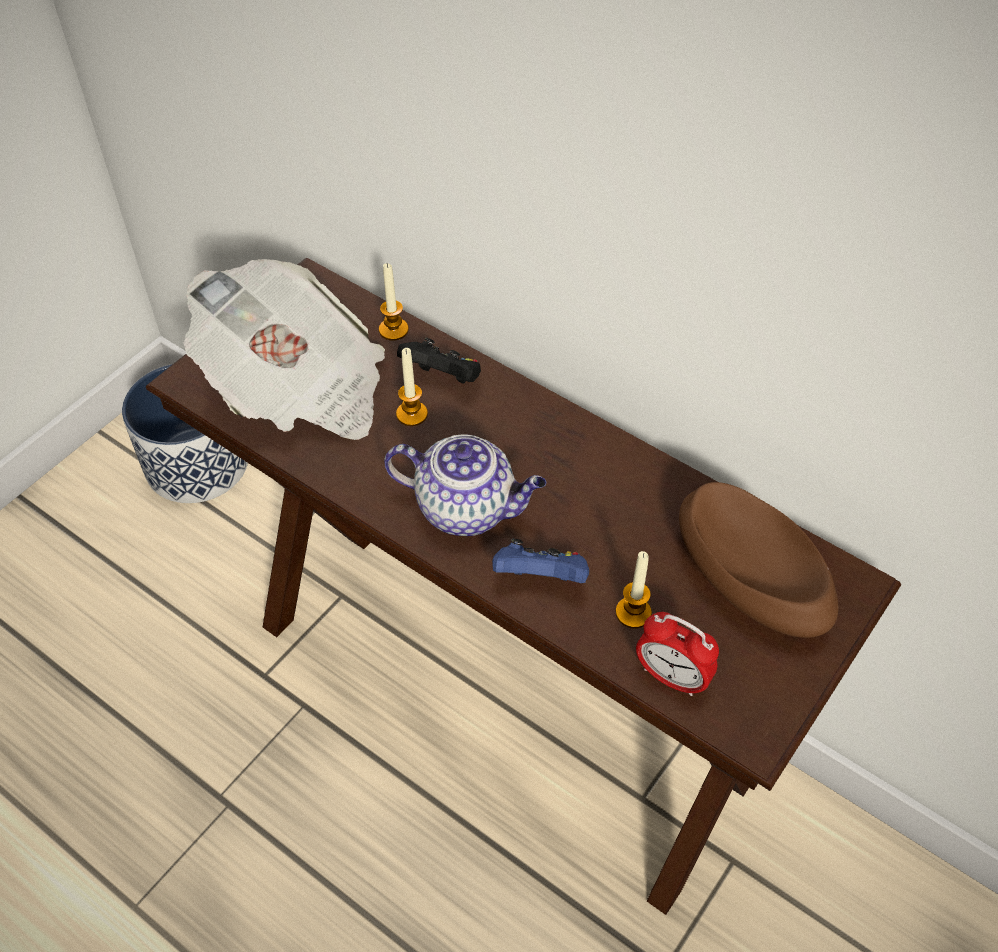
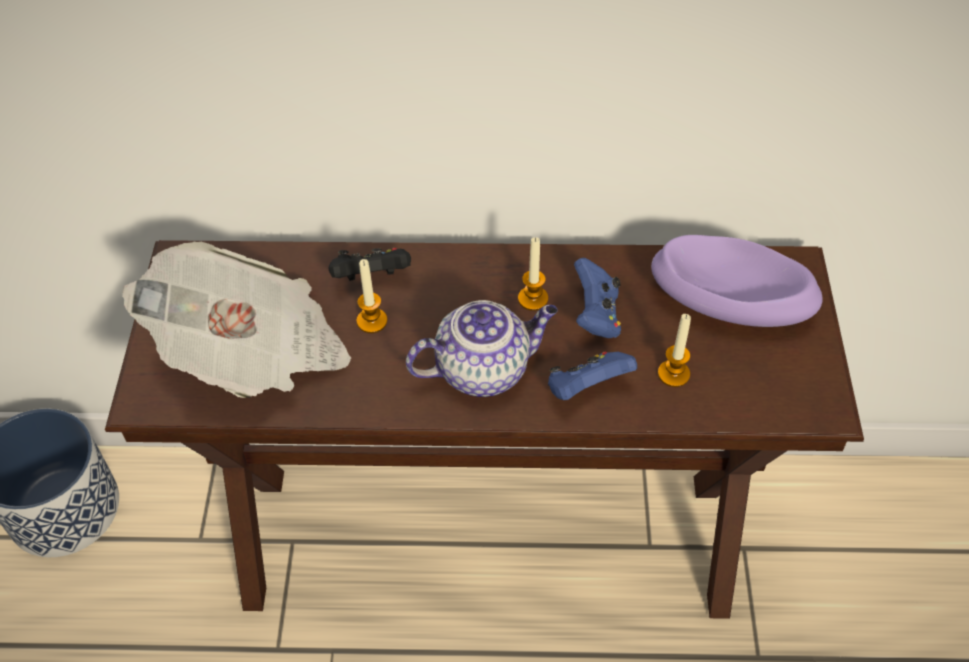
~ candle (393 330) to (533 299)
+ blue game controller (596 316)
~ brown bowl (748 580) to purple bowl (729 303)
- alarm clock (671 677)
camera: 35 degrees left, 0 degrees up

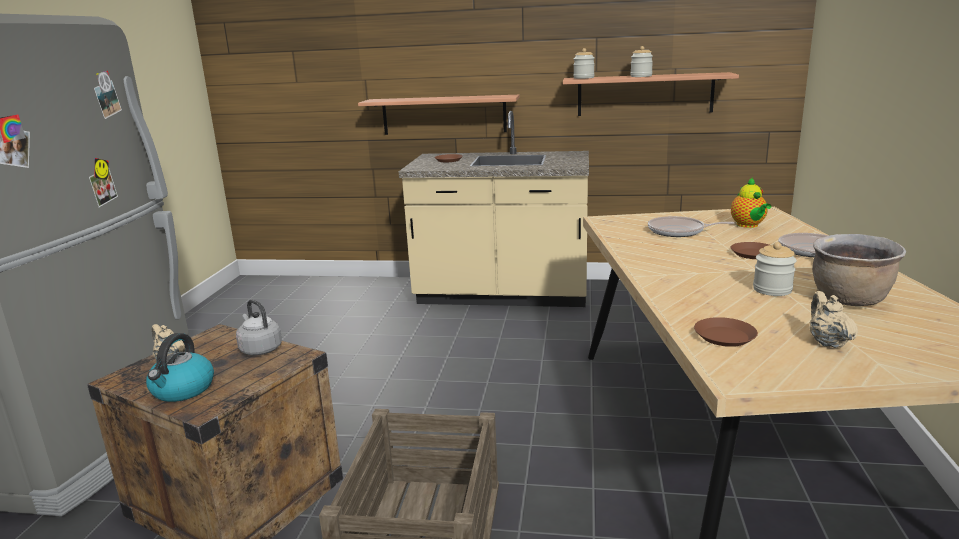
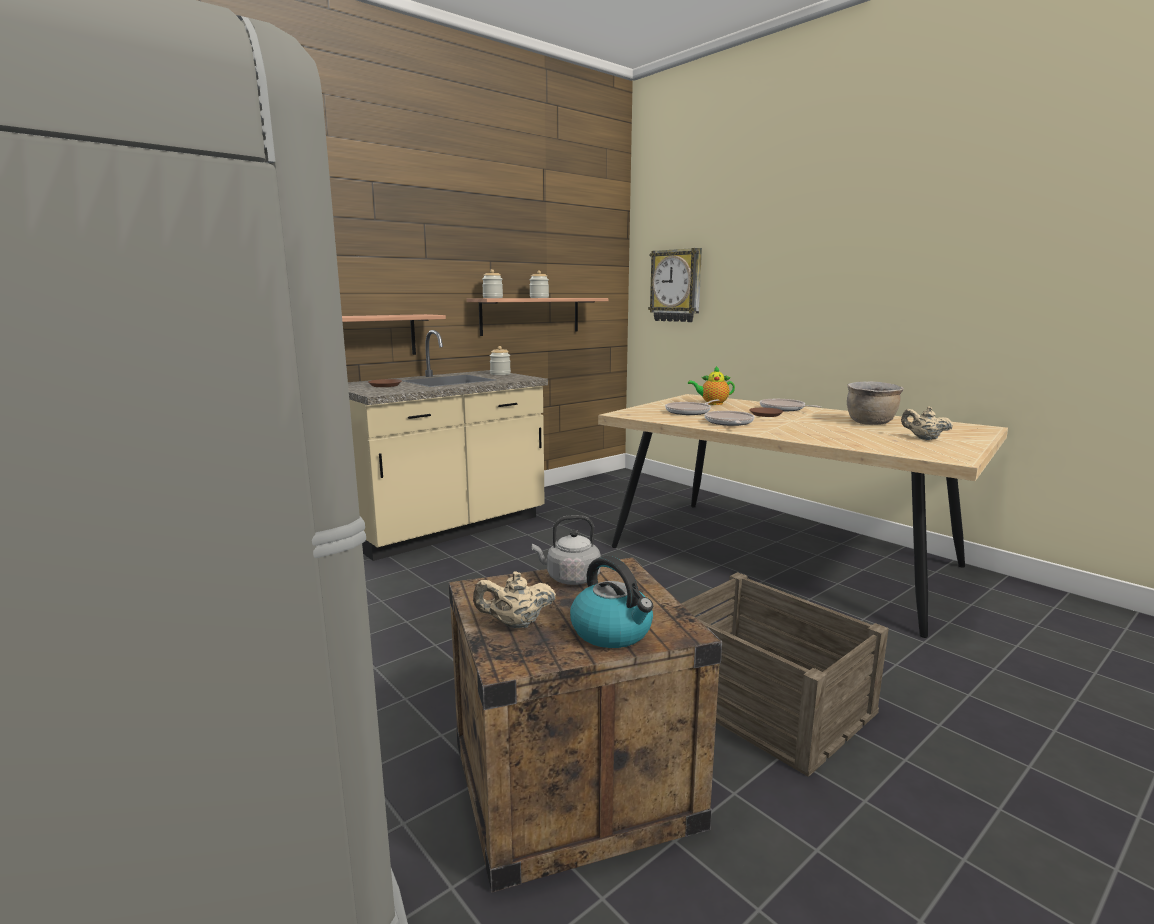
~ jar (772 290) to (500 374)
+ wall clock (676 286)
~ teapot (748 225) = (712 403) 150 degrees clockwise
+ frying pan (729 423)
- brown plate (724 336)
camera: 50 degrees left, 5 degrees down

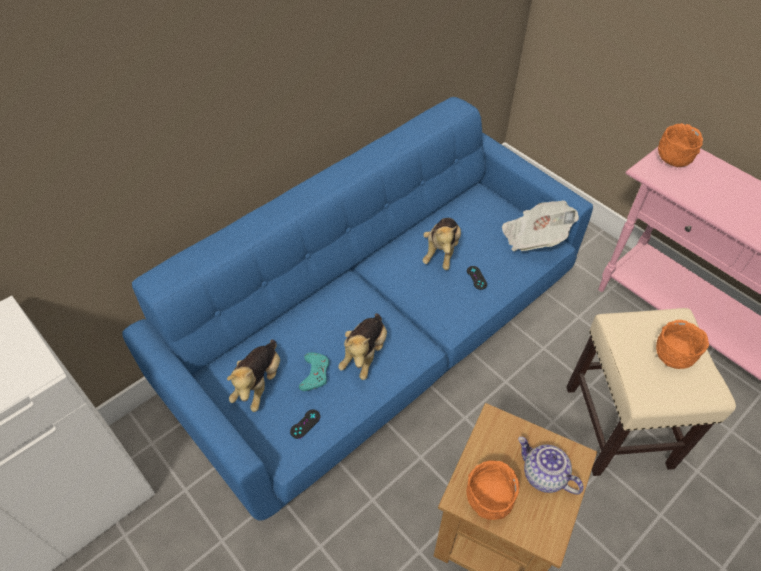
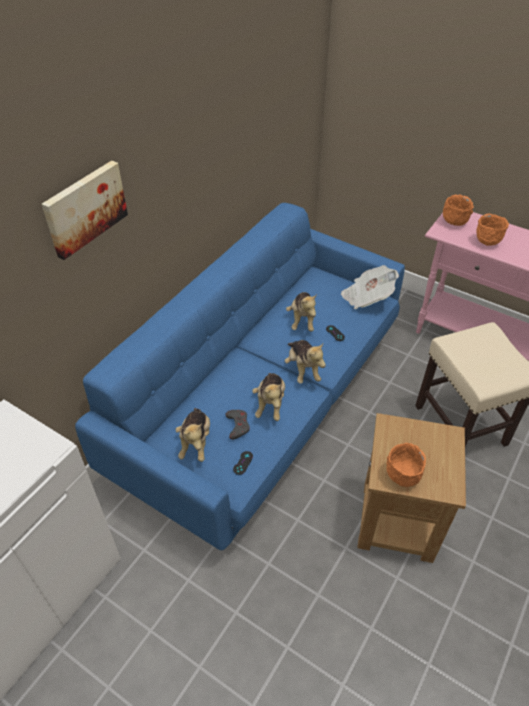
+ picture (84 208)
~ turquoise game controller (315 373) to grey game controller (237 425)
+ plush toy (302 369)
~ orange bowl (671 357) to (486 242)
- teapot (543 475)
camera: 15 degrees left, 5 degrees down

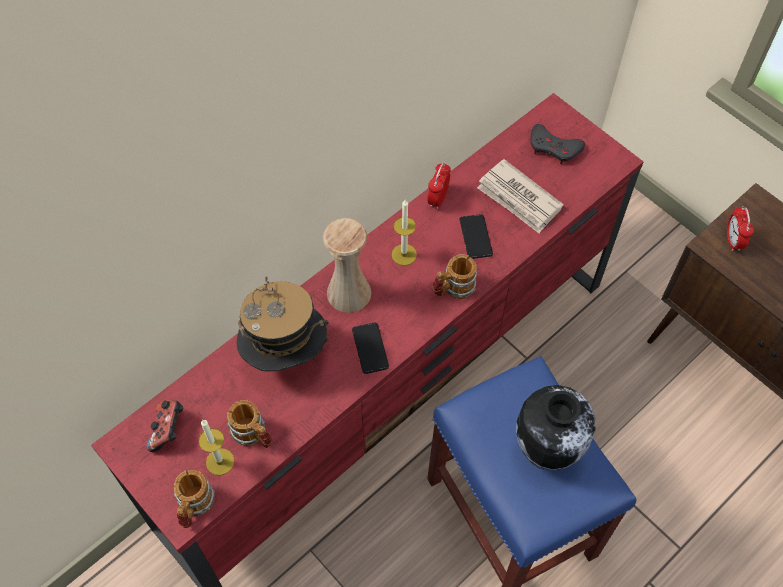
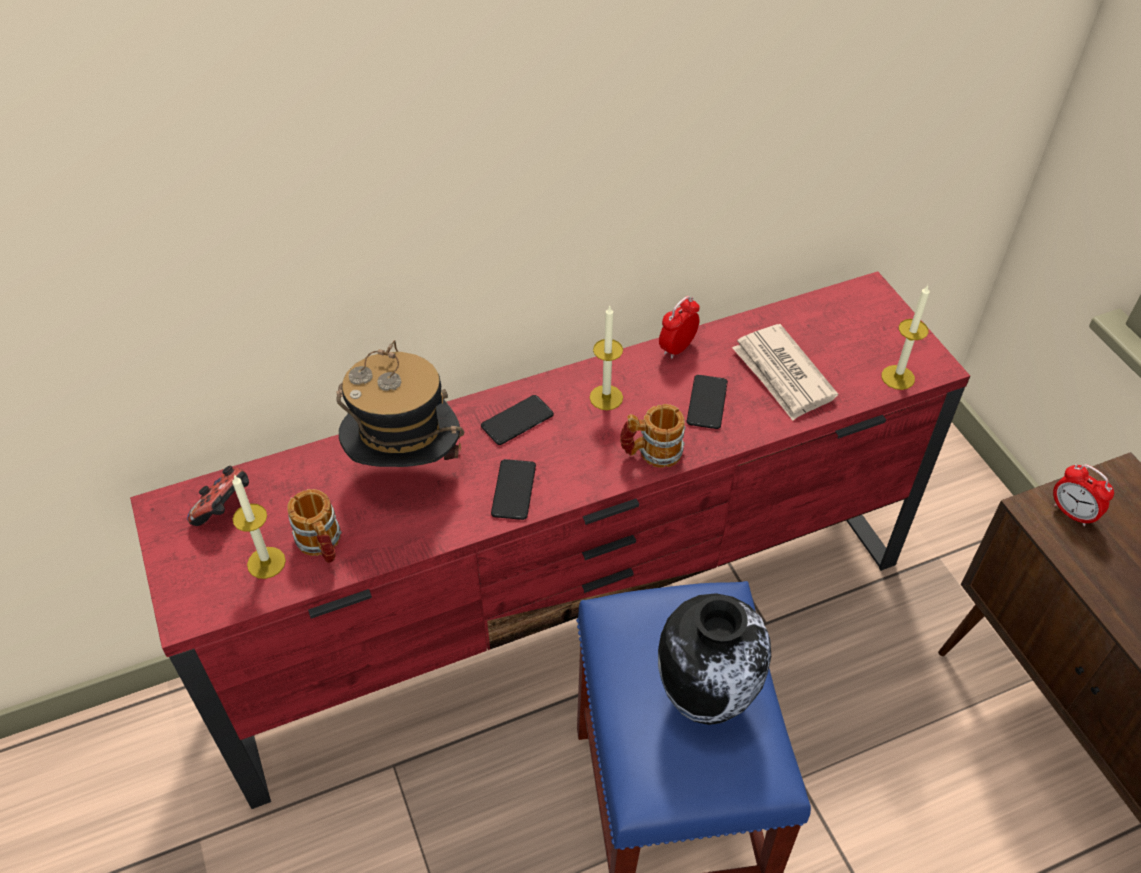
~ beige vase (349 293) to phone (517 421)
+ candle (898 377)
~ alarm clock (733 241) = (1072 513) 60 degrees counterclockwise
- mug (194 507)
- grey game controller (554 147)
camera: 20 degrees right, 10 degrees down

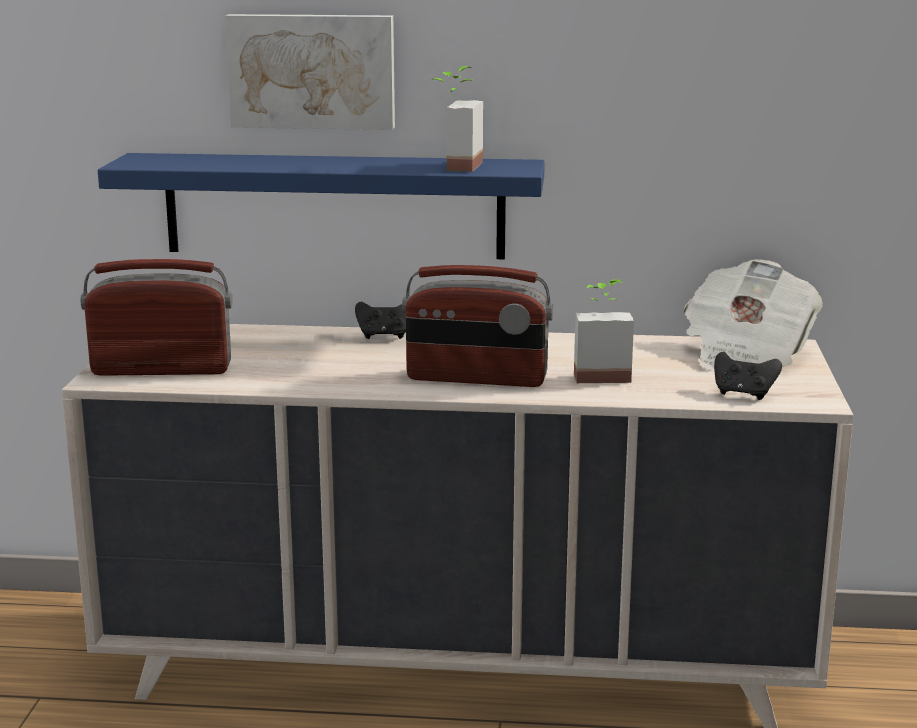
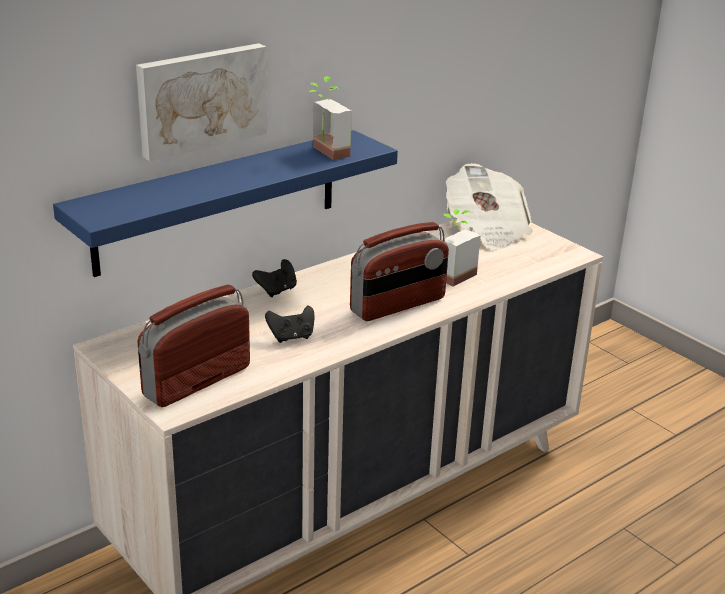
~ black game controller (743 394) to (291 337)
camera: 45 degrees left, 10 degrees up

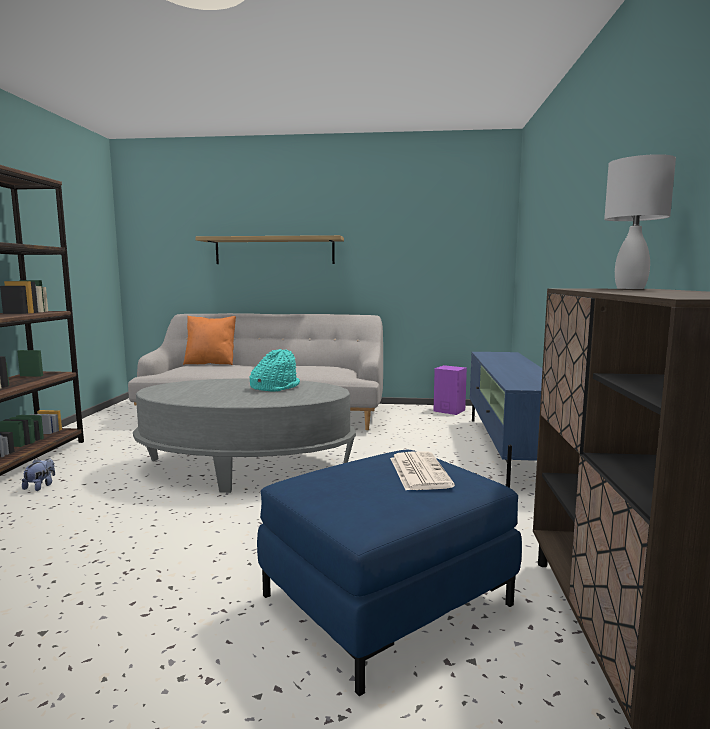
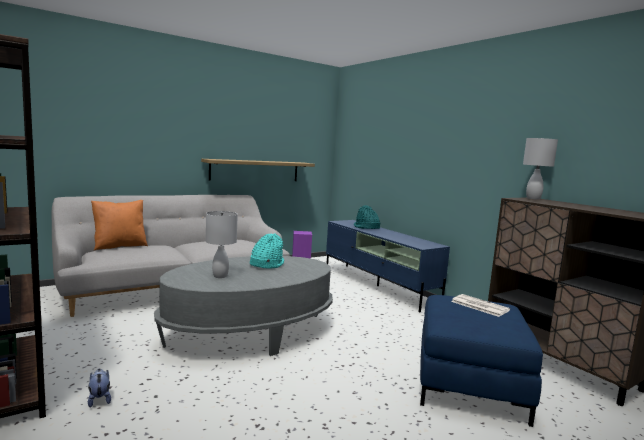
~ shelf (274 251) to (255 170)
+ white table lamp (221 276)
+ turquoise hat (366 227)
camera: 40 degrees left, 0 degrees up

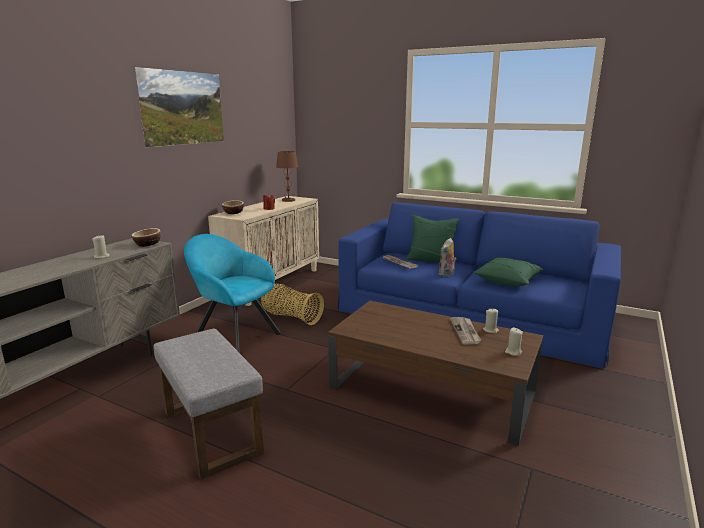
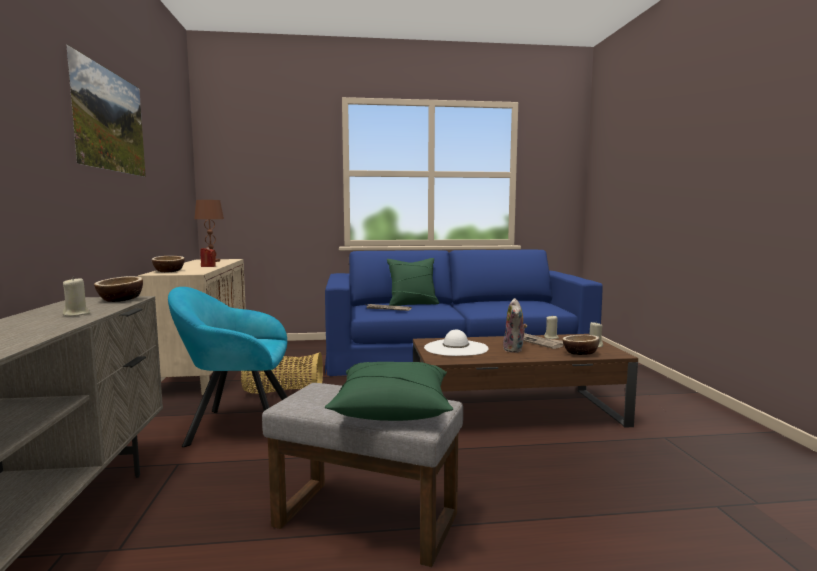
~ green pillow (508 280) to (392 408)
+ white hat (456 348)
~ plush toy (447 274) to (515 349)
+ bowl (580 353)
camera: 35 degrees left, 10 degrees down

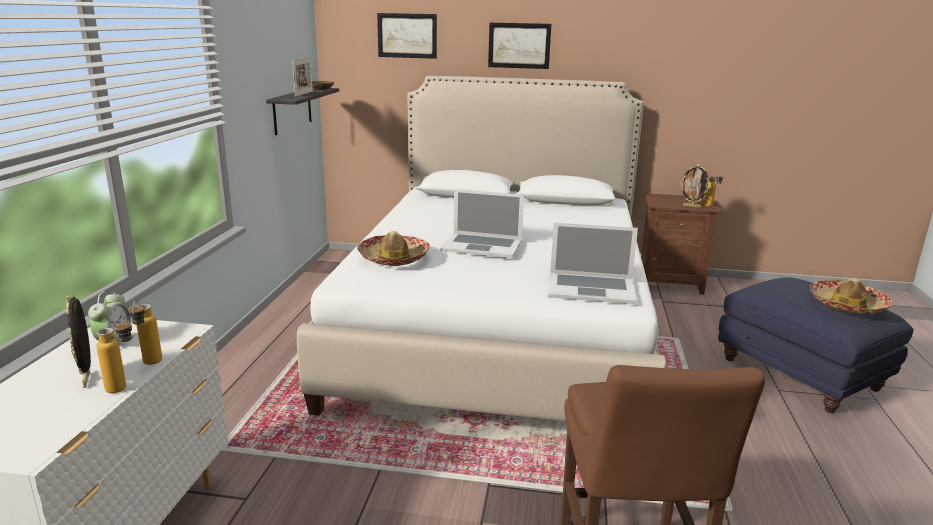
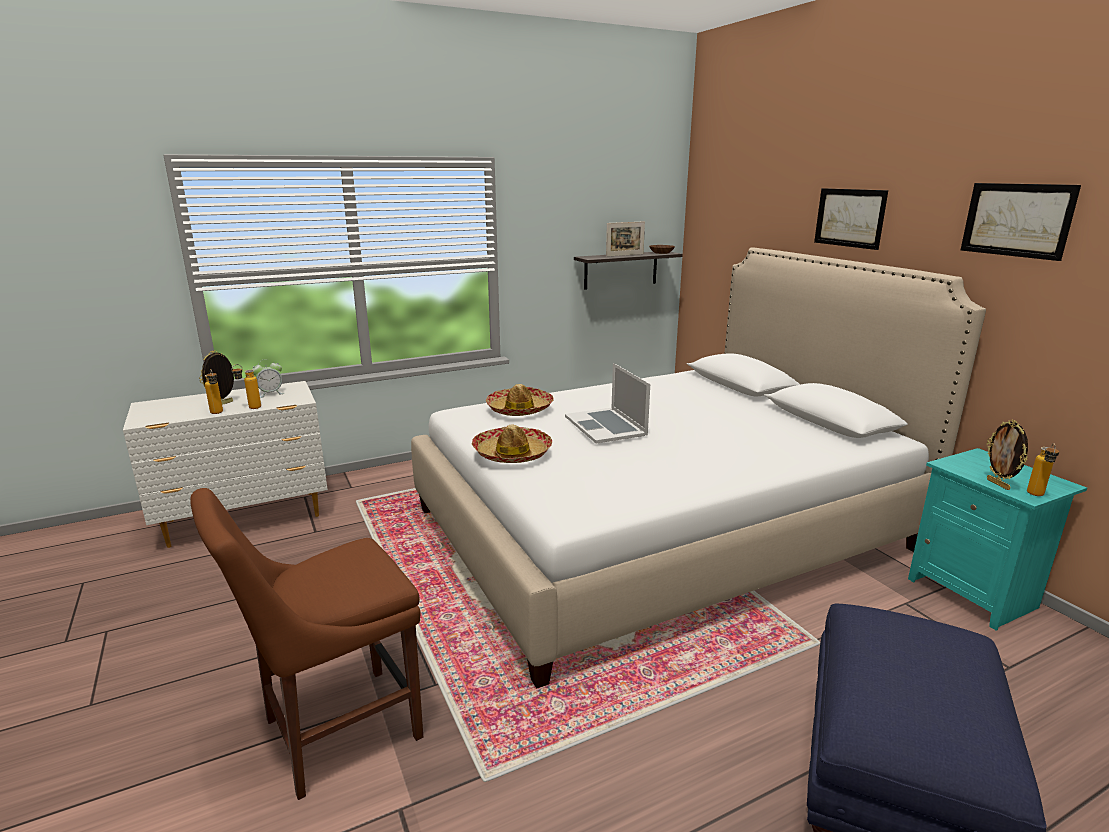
~ hat (847 305) to (512 453)
~ brown nightstand (669 283) to turquoise nightstand (973 593)
~ picture (407 35) to (1016 220)
- laptop (591 288)
camera: 55 degrees right, 0 degrees up

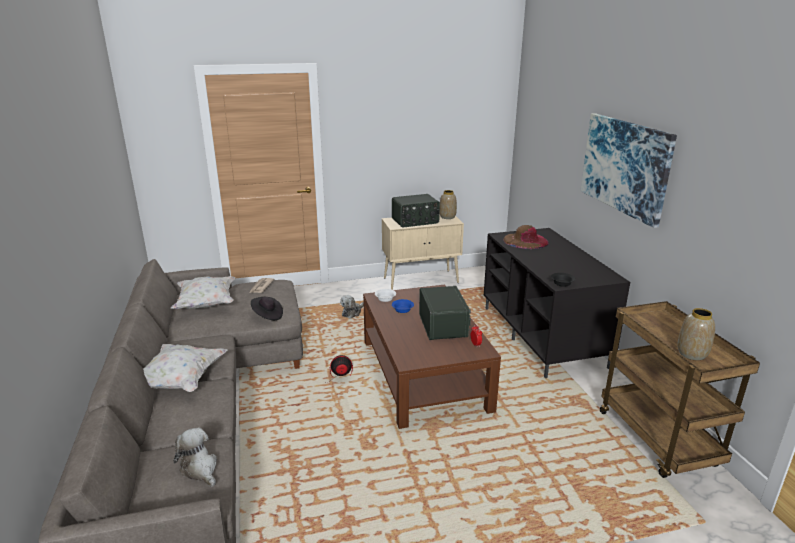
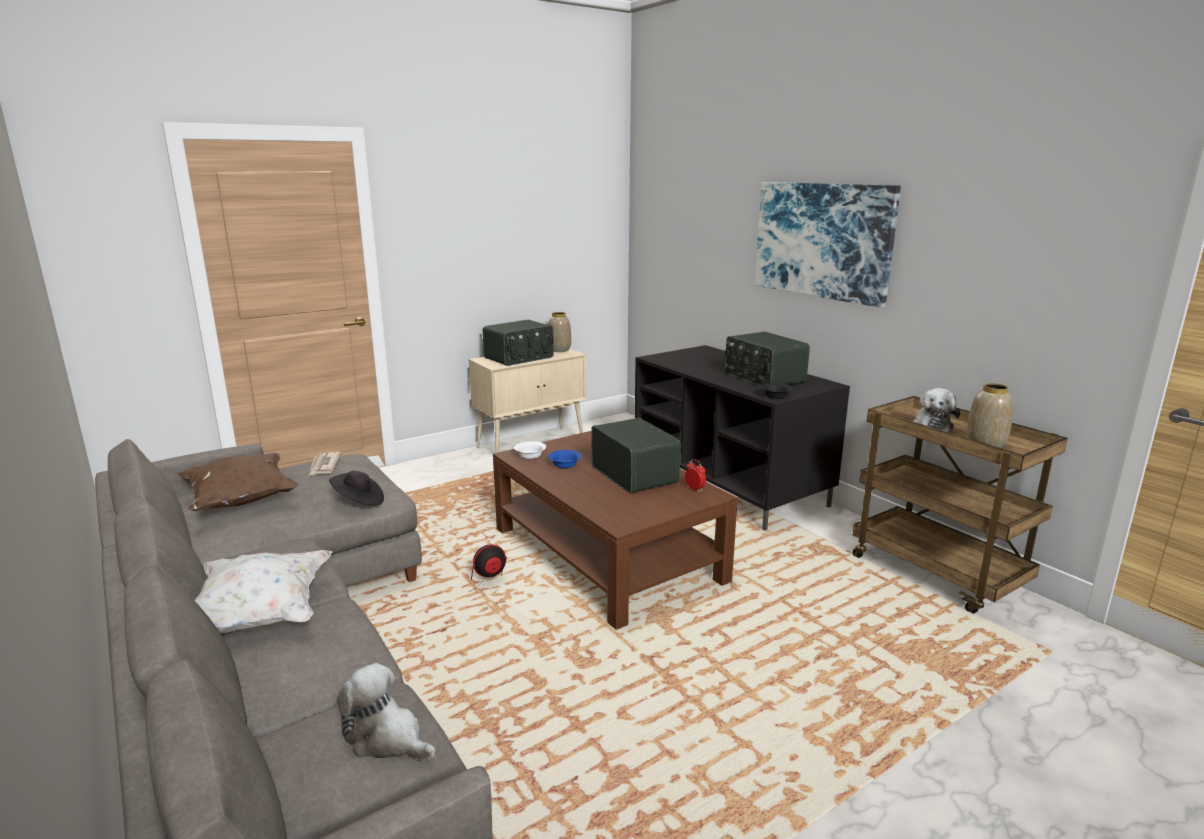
~ white pillow (206 304) to brown pillow (241 501)
+ radio (763 378)
~ plush toy (352 313) to (932 425)
- brown hat (525 241)
camera: 20 degrees left, 5 degrees down

